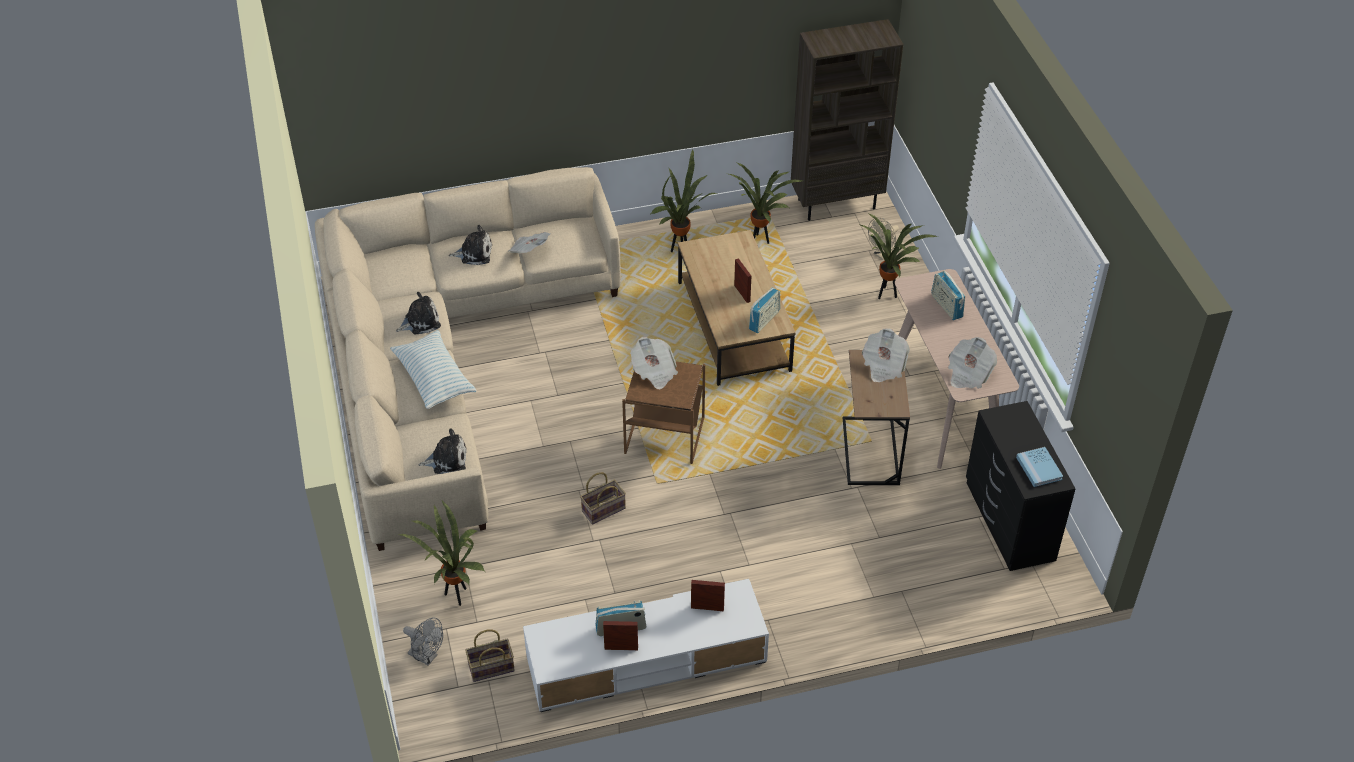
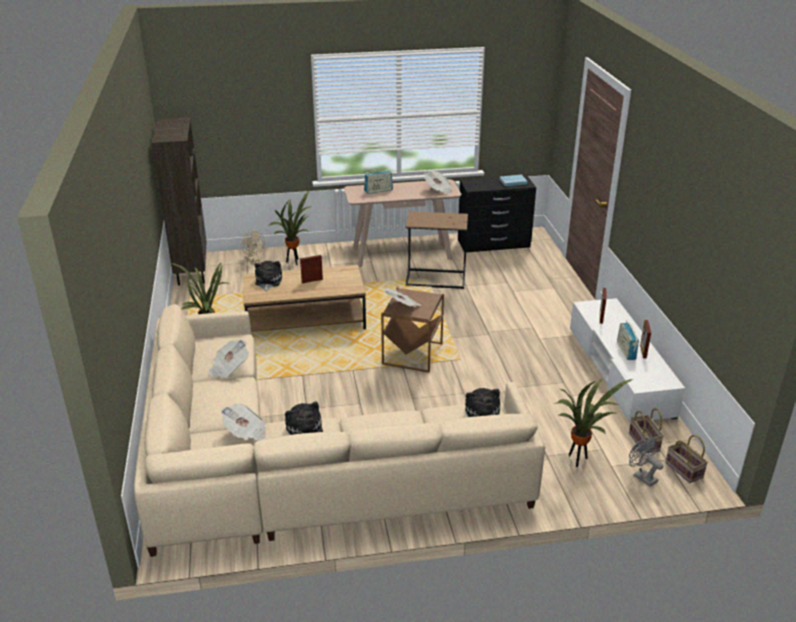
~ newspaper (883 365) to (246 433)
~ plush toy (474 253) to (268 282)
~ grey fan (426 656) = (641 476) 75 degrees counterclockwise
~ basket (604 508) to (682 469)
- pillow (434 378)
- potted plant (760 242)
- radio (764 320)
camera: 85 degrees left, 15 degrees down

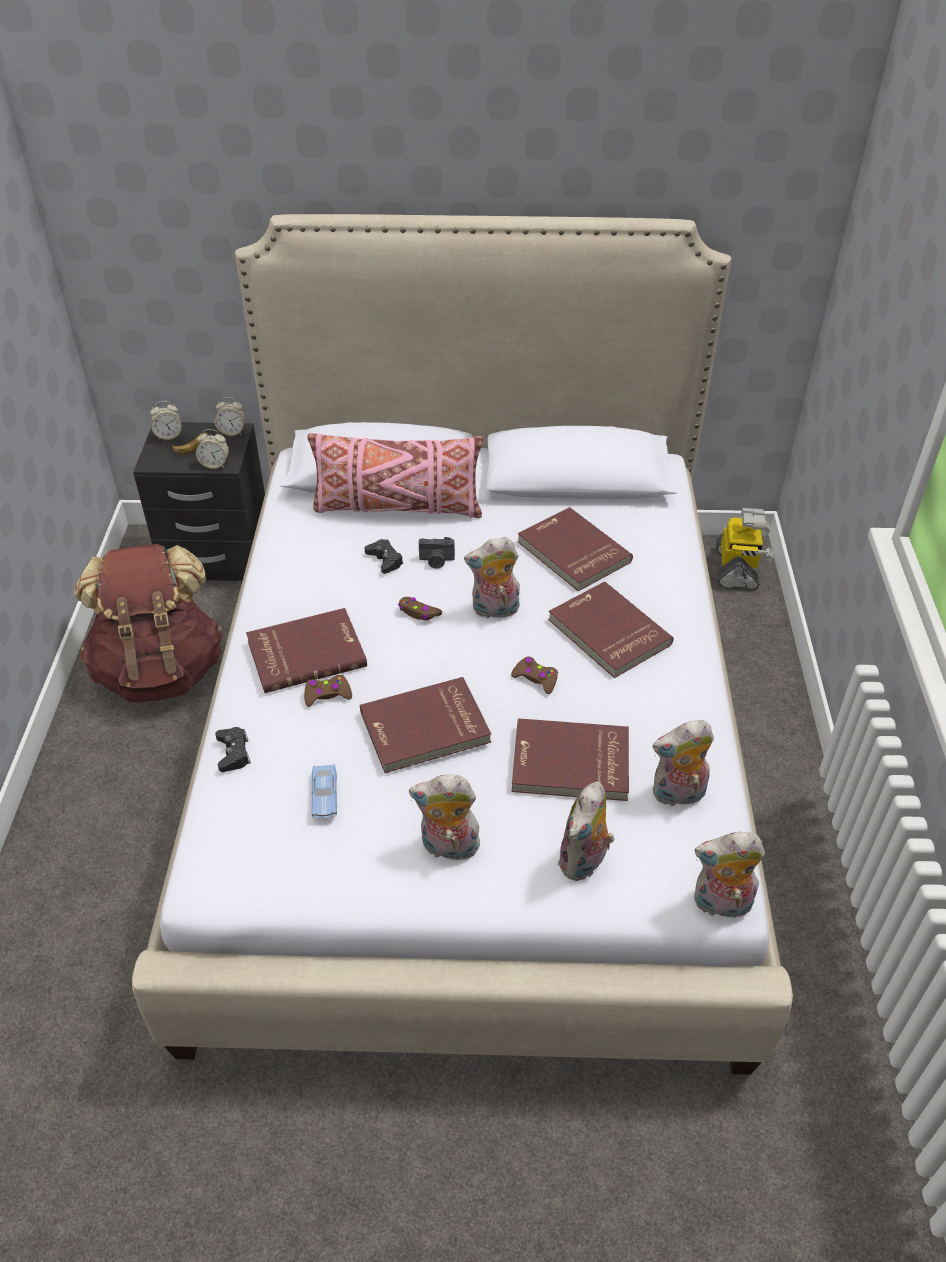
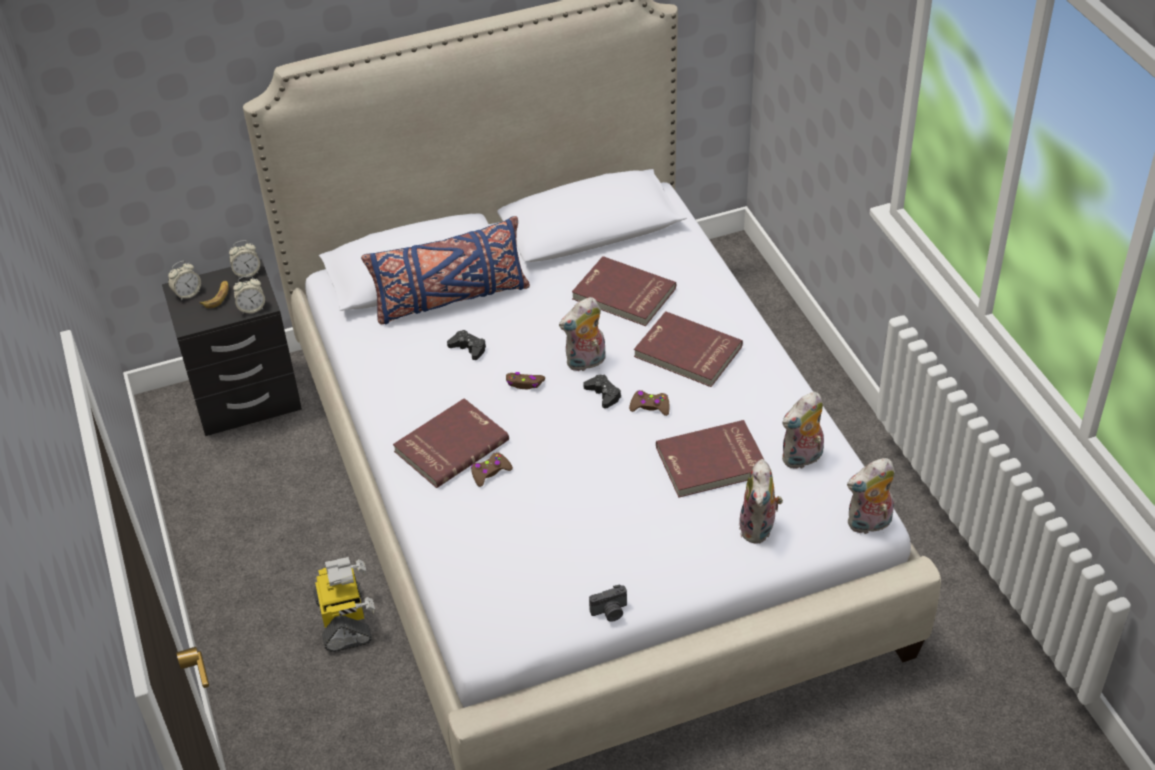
~ toy robot (737 569) to (345 620)
~ pink pillow (397 507) to blue pillow (450 299)
~ black game controller (233 753) to (603 394)
~ photo camera (436 561) to (610 612)
- brown backpack (161 670)
- blue toy car (325 796)
- red book (425 729)
- plush toy (448 848)
camera: 20 degrees left, 0 degrees up

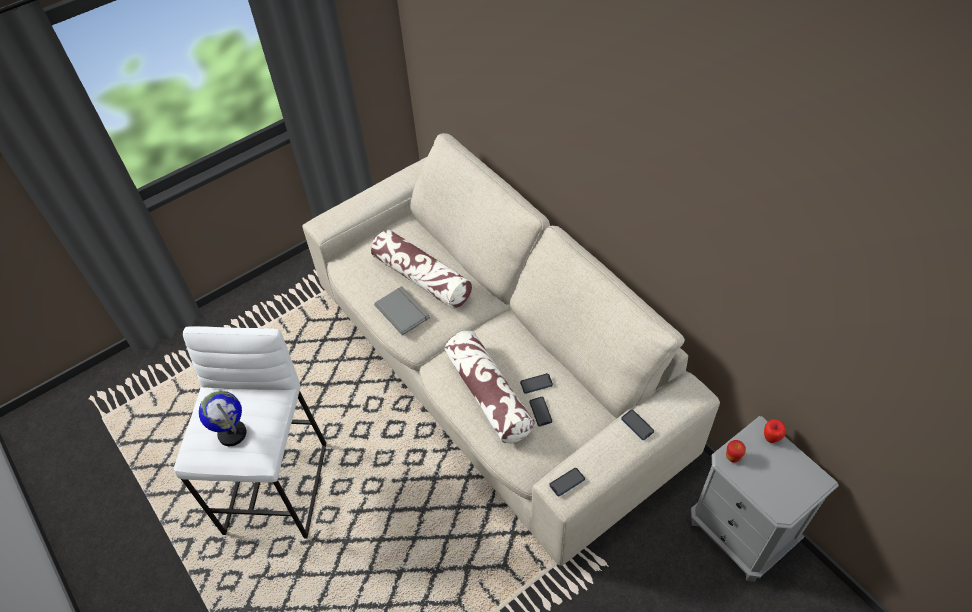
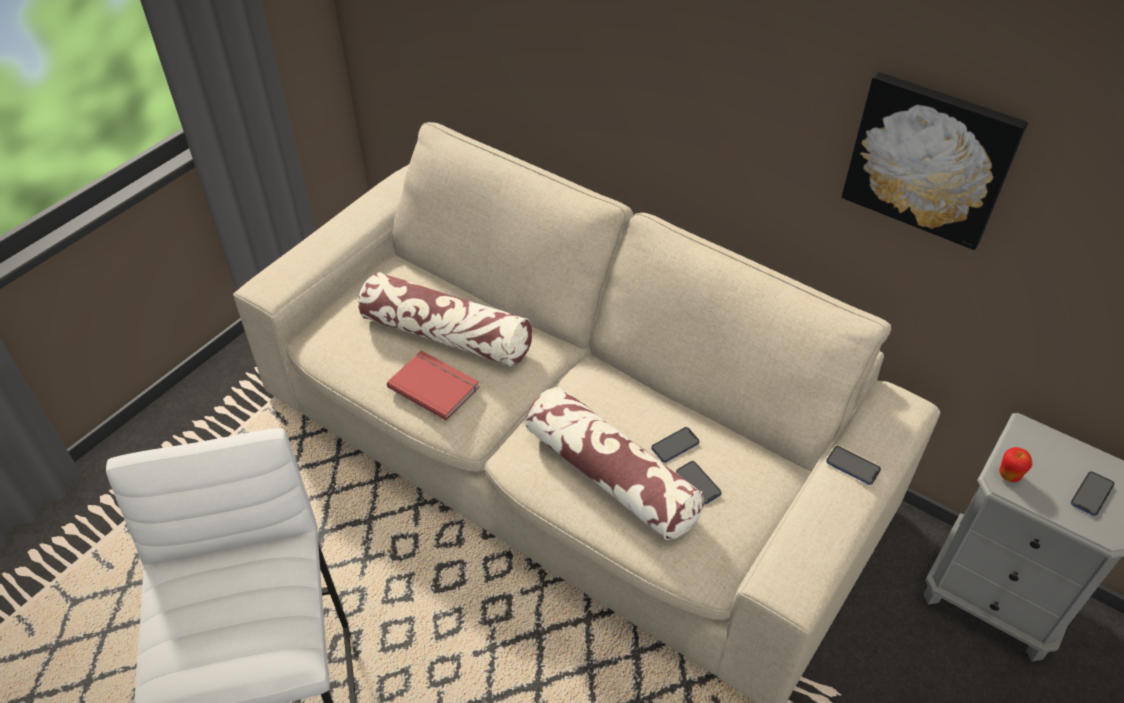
~ grey book (403 311) to red book (435 385)
+ picture (930 158)
~ phone (567 482) to (1091 494)
- globe (232 433)
- apple (771 438)
camera: 20 degrees left, 5 degrees down

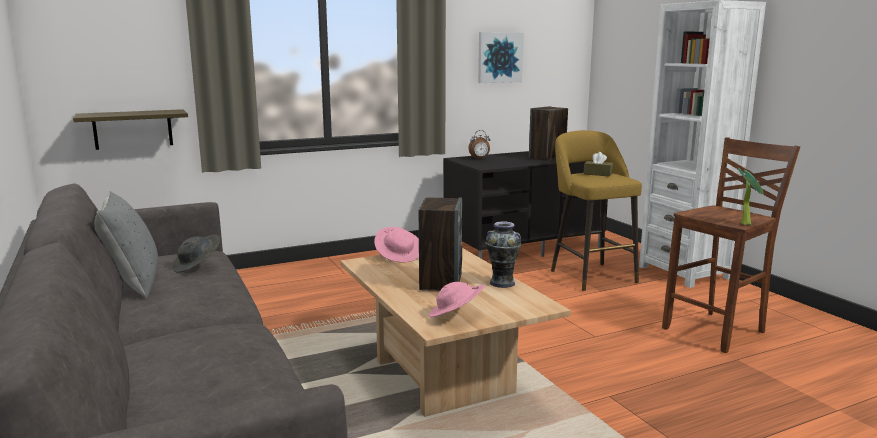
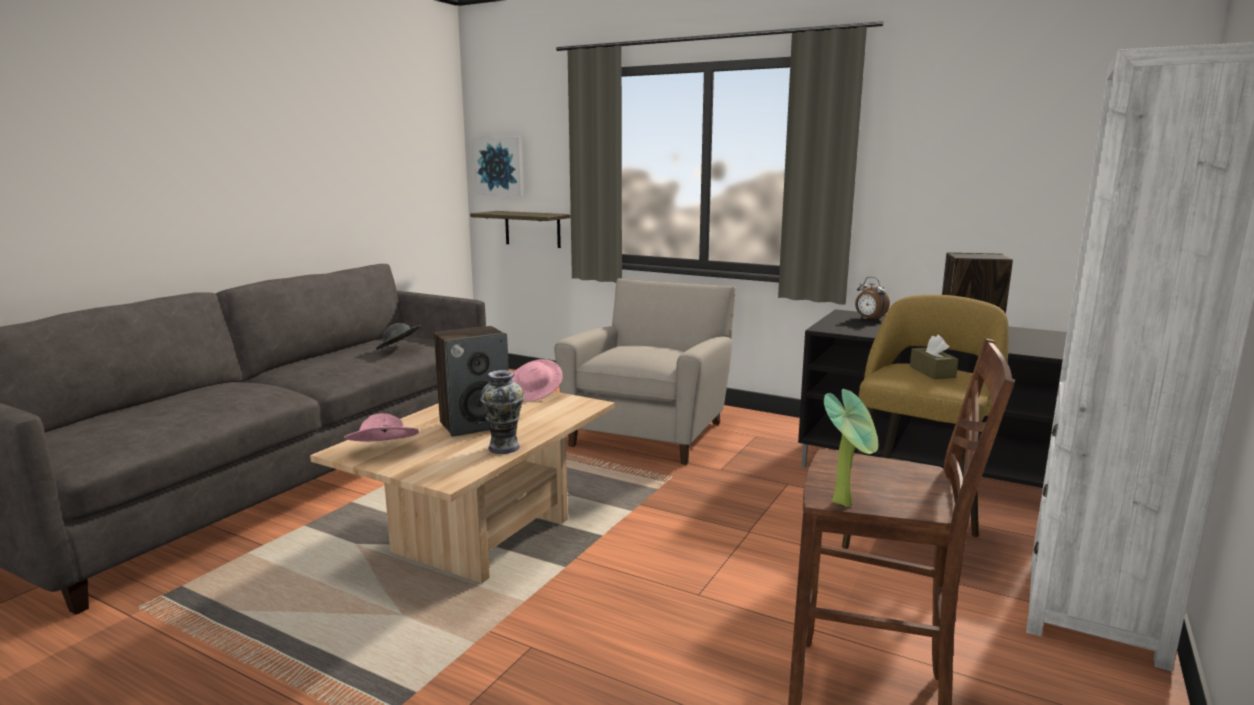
~ picture (499 57) to (500 166)
+ beige armchair (651 431)
- grey pillow (133 284)
camera: 55 degrees right, 0 degrees up

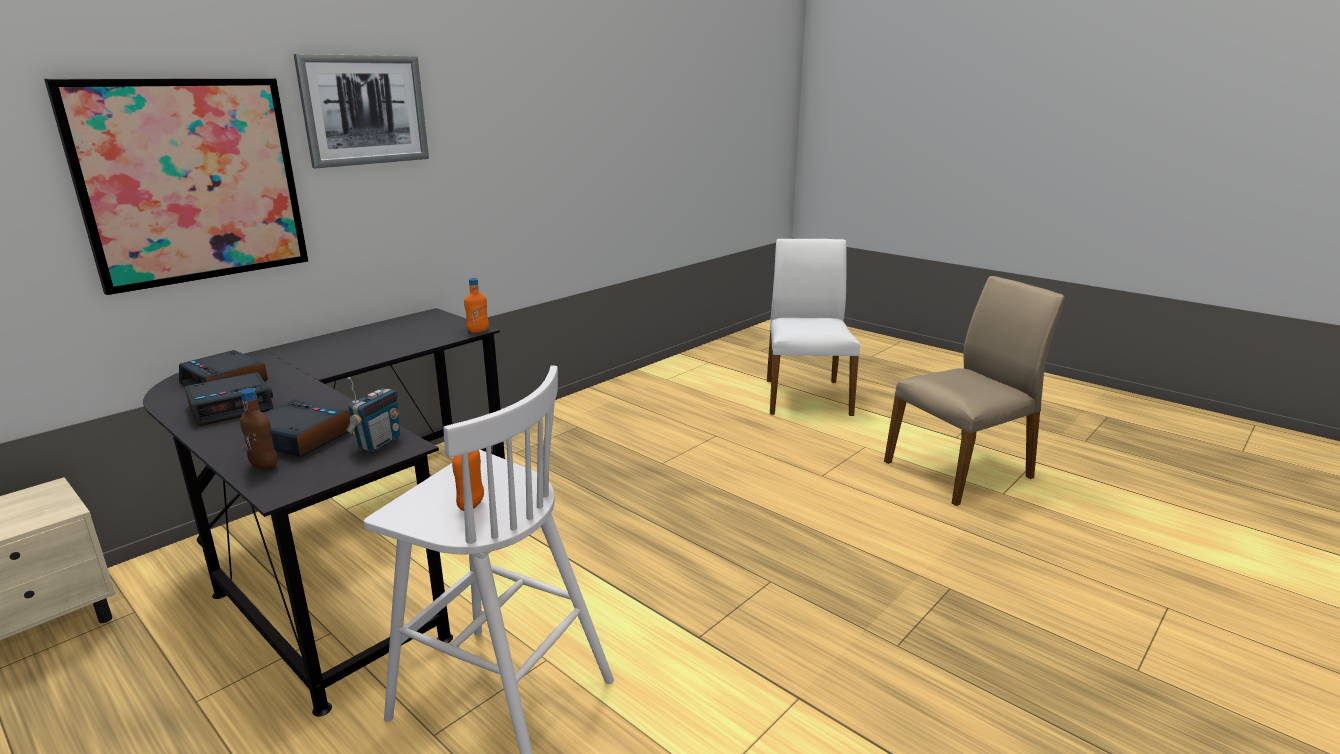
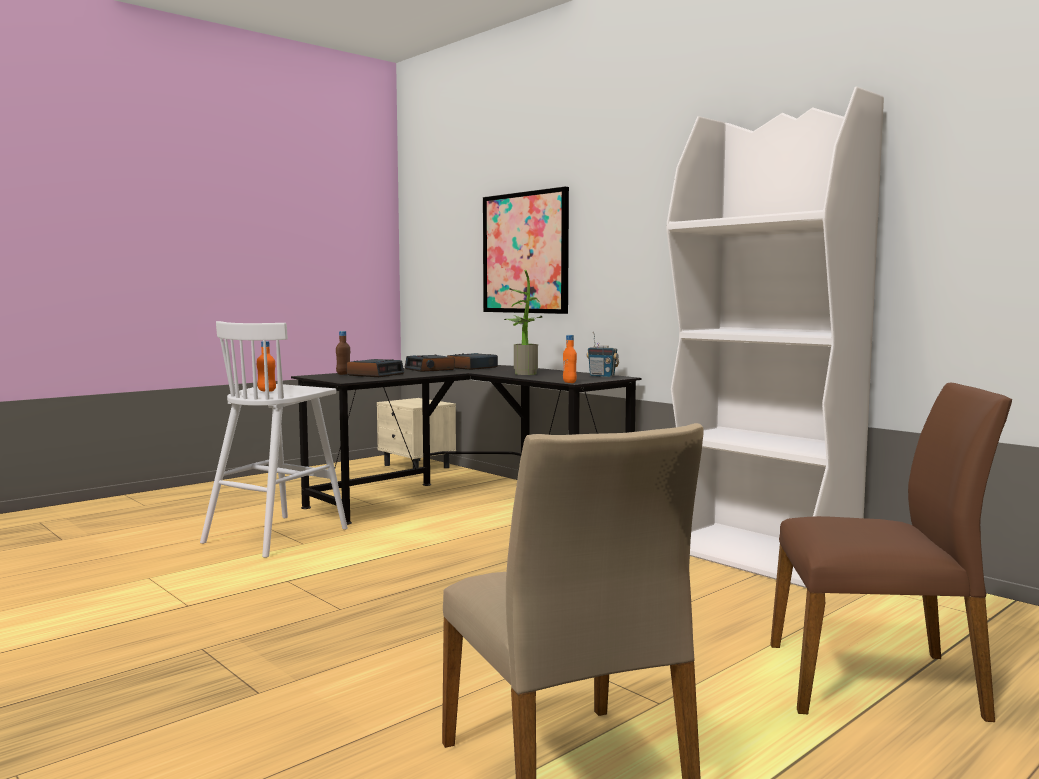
+ potted plant (522 373)
~ radio (379 442) to (602 376)
+ white bookcase (759 556)
~ white chair (806 396) to brown chair (875 681)
- picture (365 110)
camera: 95 degrees right, 15 degrees down

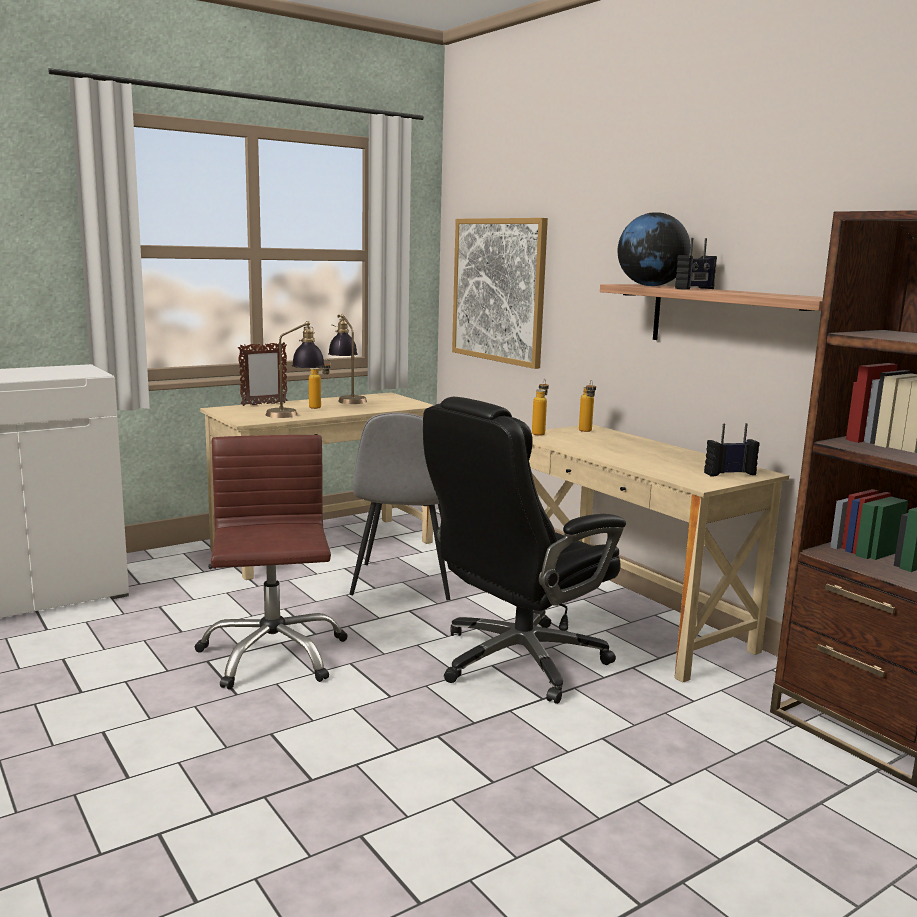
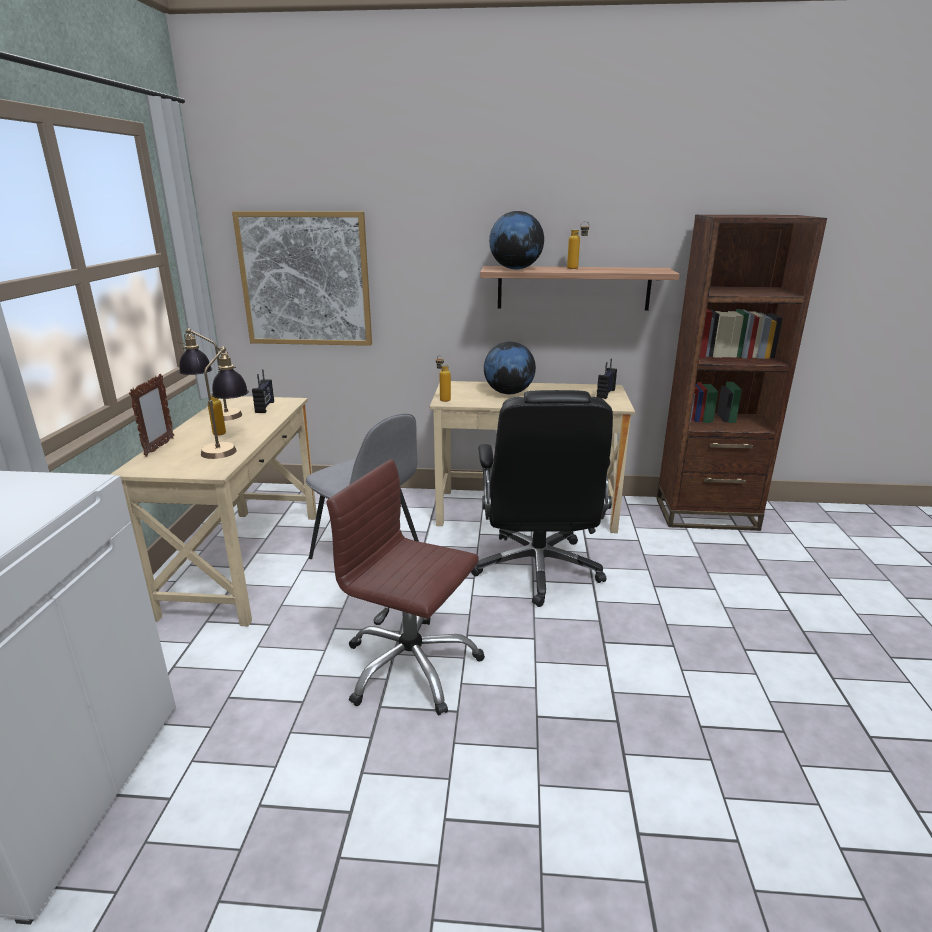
~ radio (695 289) to (265 407)
+ globe (508 393)
~ bottle (586 431) to (576 268)
camera: 50 degrees left, 10 degrees up

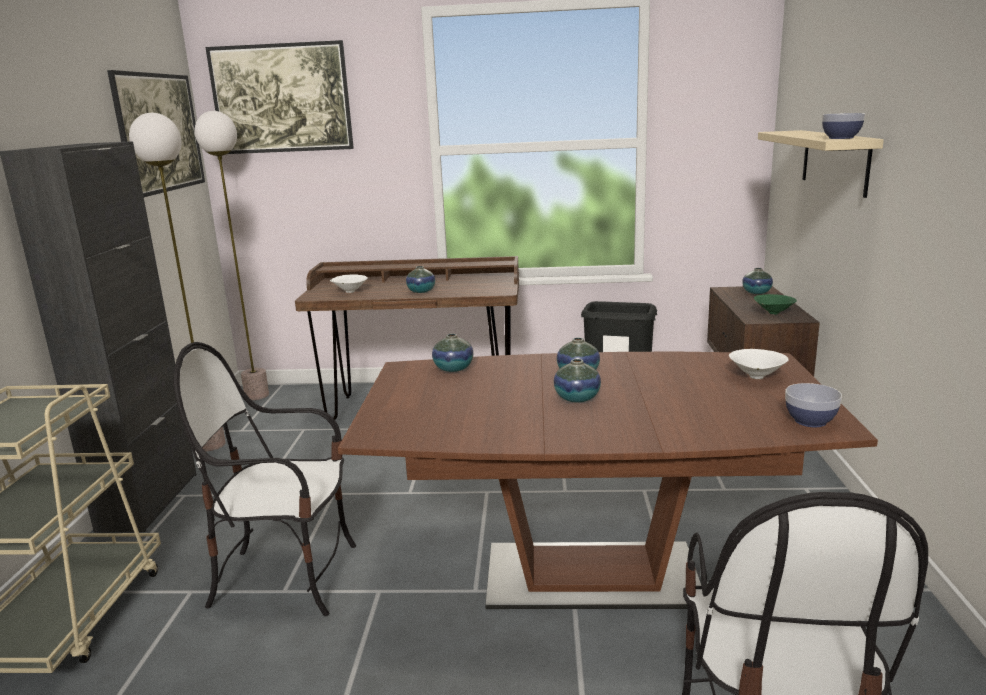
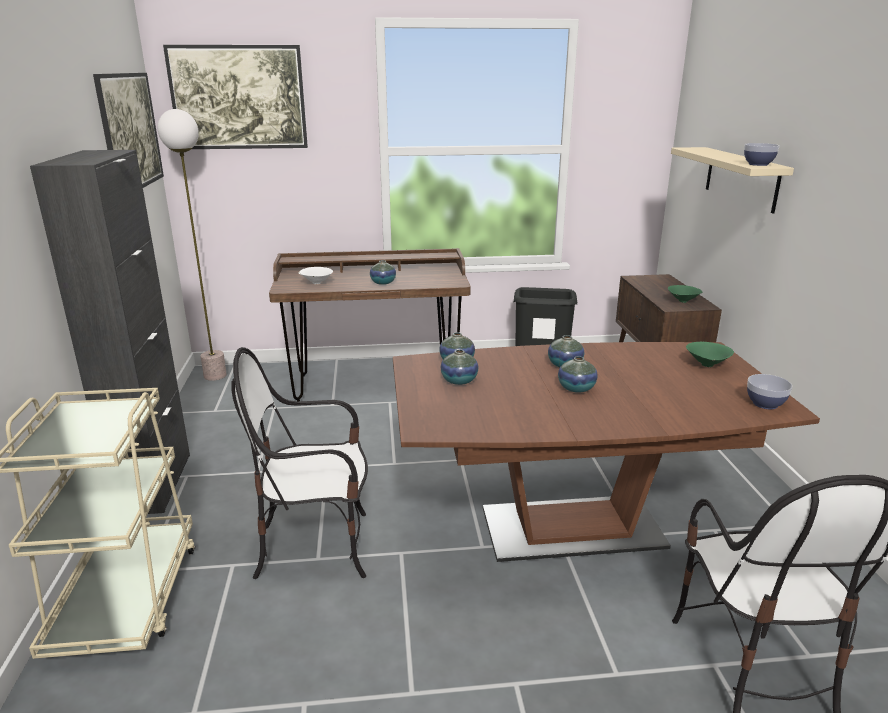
~ vase (756 292) to (459 381)
~ white bowl (756 377) to green bowl (707 365)
- floor lamp (210 445)
camera: 10 degrees left, 5 degrees up

